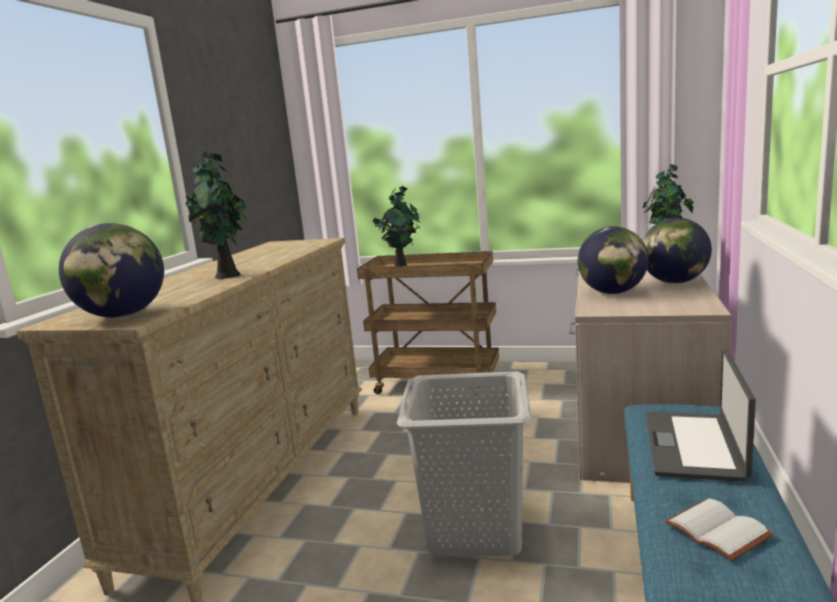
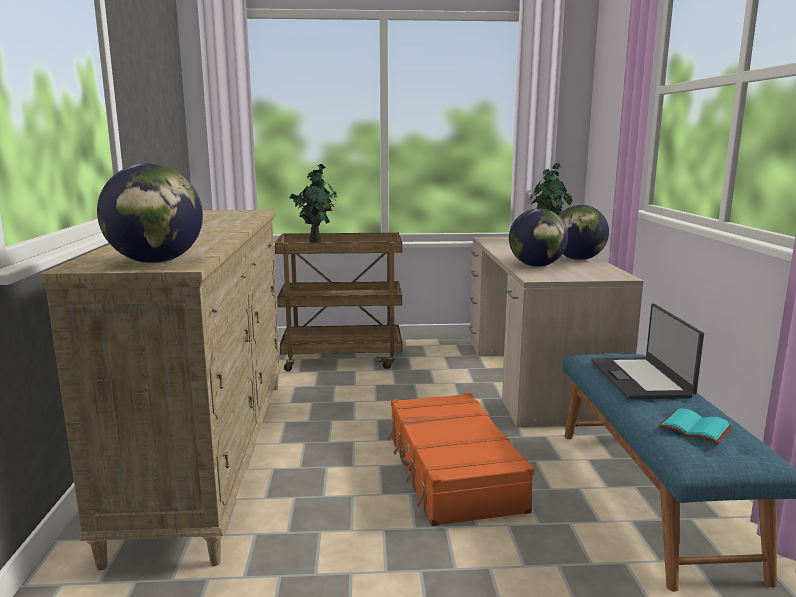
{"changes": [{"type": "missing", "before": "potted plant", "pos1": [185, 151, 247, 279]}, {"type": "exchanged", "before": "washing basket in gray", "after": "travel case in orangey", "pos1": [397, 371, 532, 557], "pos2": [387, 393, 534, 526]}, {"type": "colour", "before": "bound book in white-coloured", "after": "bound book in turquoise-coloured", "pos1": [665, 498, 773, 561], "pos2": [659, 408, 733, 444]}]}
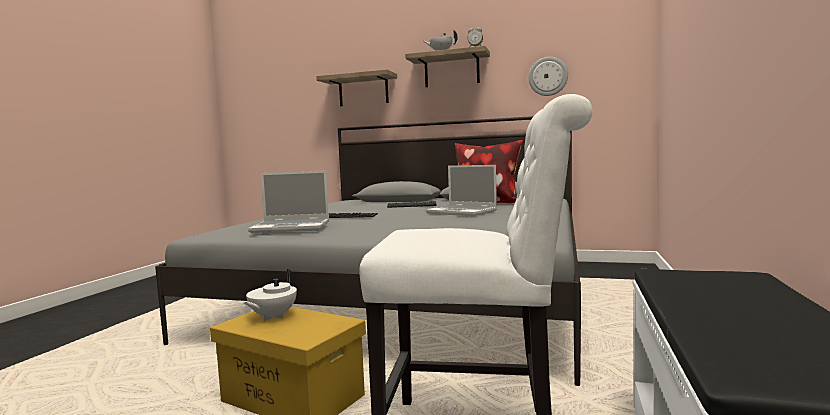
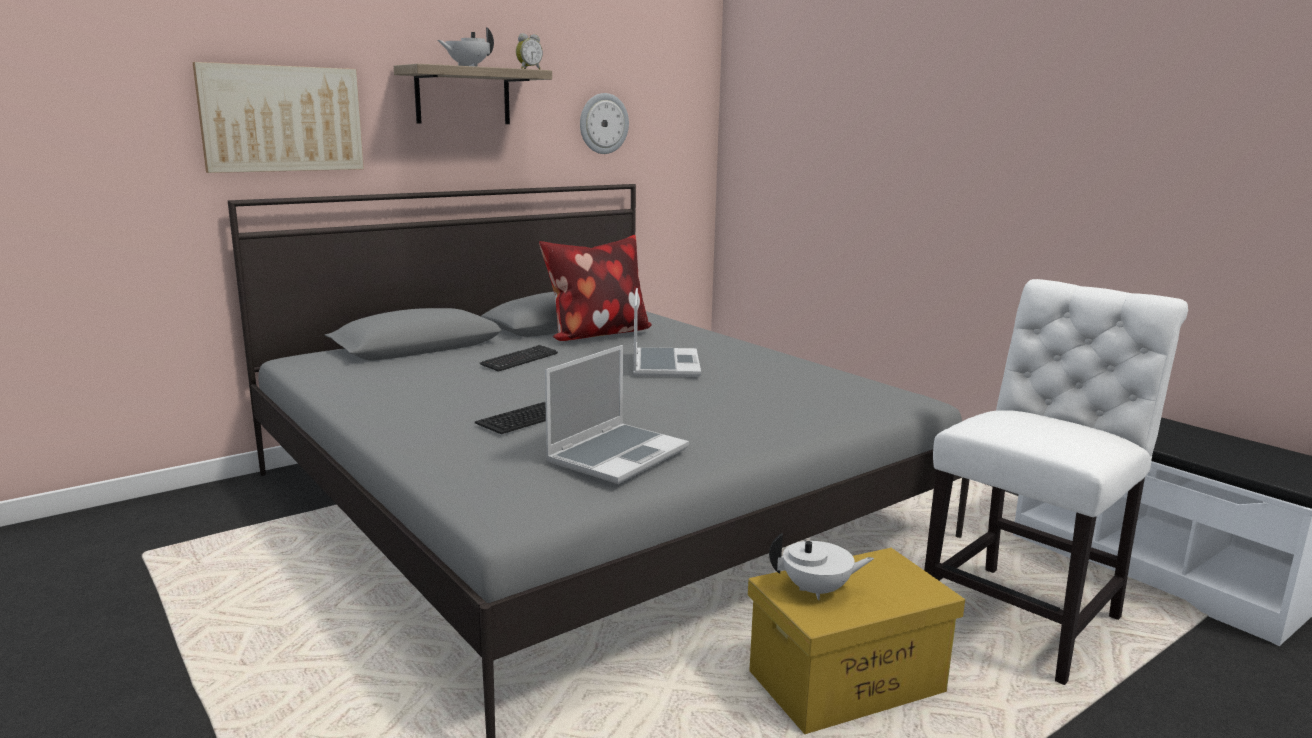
{"changes": [{"type": "exchanged", "before": "wall shelf", "after": "wall art", "pos1": [316, 69, 397, 106], "pos2": [192, 62, 364, 173]}, {"type": "spun", "before": "notebook computer", "pos1": [425, 165, 497, 216], "pos2": [634, 288, 701, 377], "turn": -75}, {"type": "spun", "before": "pot for tea in white-coloured", "pos1": [244, 269, 297, 321], "pos2": [769, 533, 874, 600], "turn": -60}]}
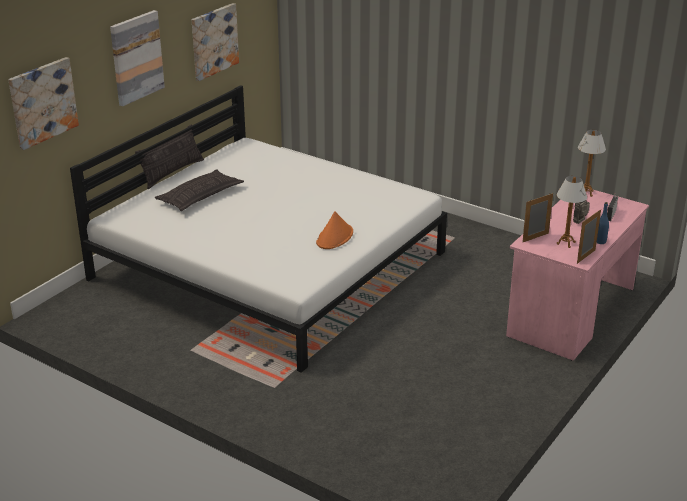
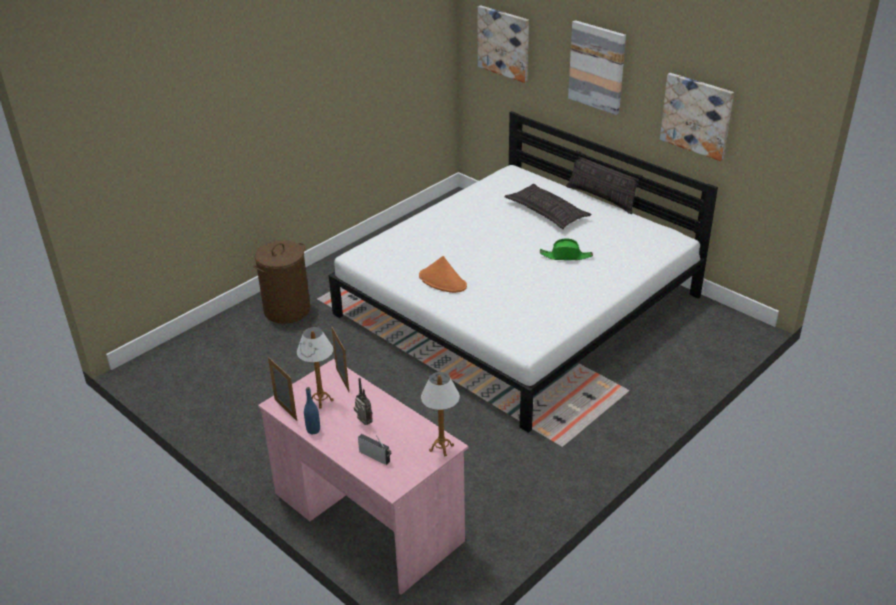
{"changes": [{"type": "appeared", "after": "clothing hat in green", "pos2": [540, 238, 593, 260]}, {"type": "appeared", "after": "washing basket in brown", "pos2": [253, 240, 310, 324]}]}
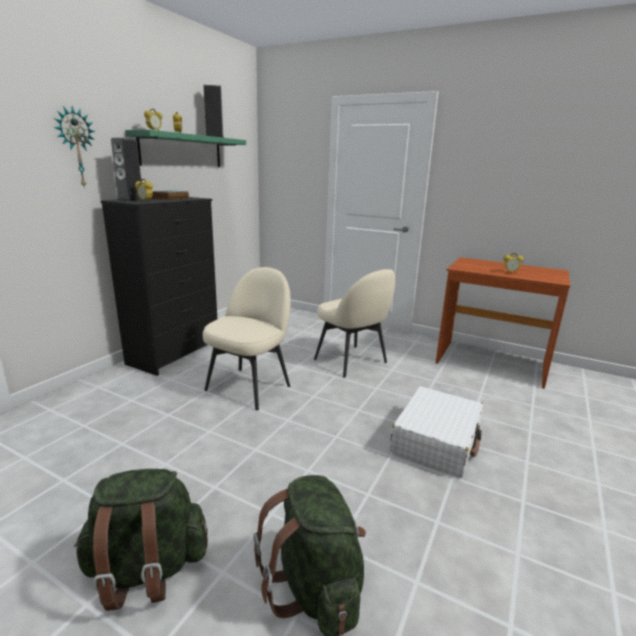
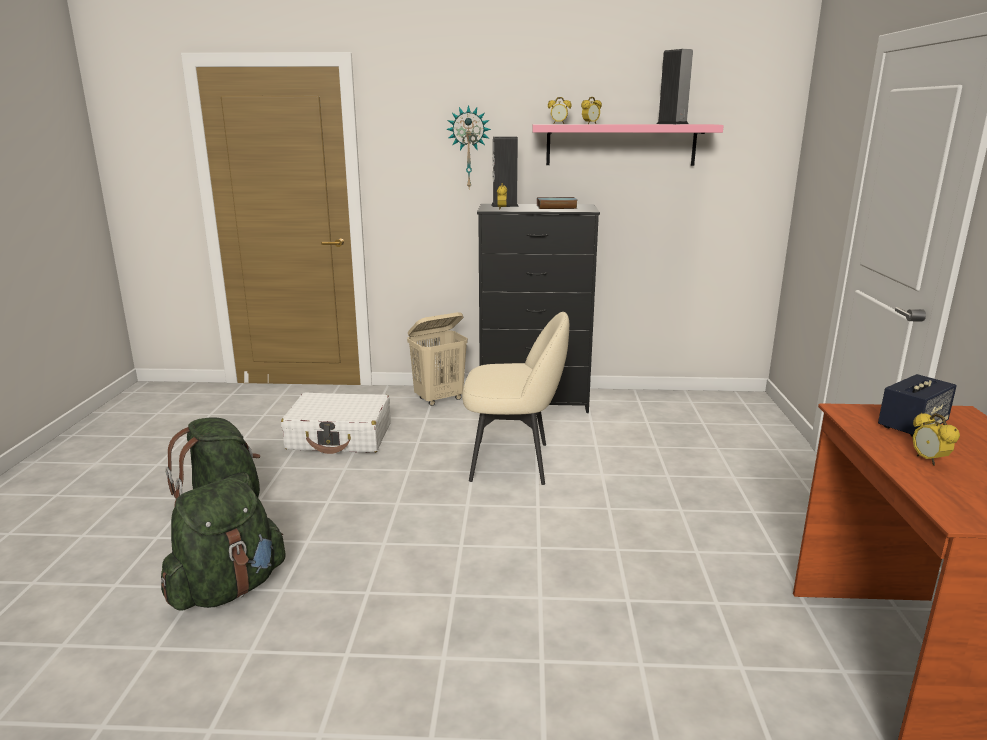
{"changes": [{"type": "colour", "before": "wall shelf in green", "after": "wall shelf in pink", "pos1": [125, 130, 246, 167], "pos2": [532, 124, 724, 166]}, {"type": "missing", "before": "plain chair in beige-coloured", "pos1": [314, 269, 395, 378]}, {"type": "relocated", "before": "travel case in white-coloured", "pos1": [390, 386, 484, 477], "pos2": [281, 392, 391, 454]}, {"type": "appeared", "after": "washing basket in beige-coloured", "pos2": [407, 312, 468, 406]}, {"type": "appeared", "after": "loudspeaker", "pos2": [878, 374, 957, 437]}]}
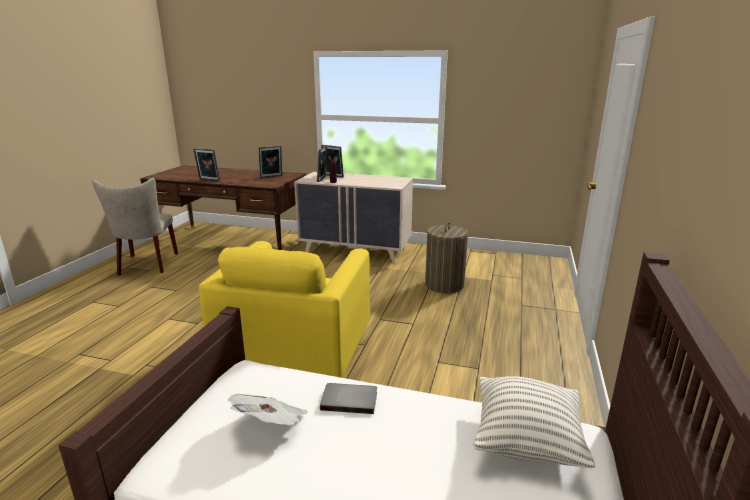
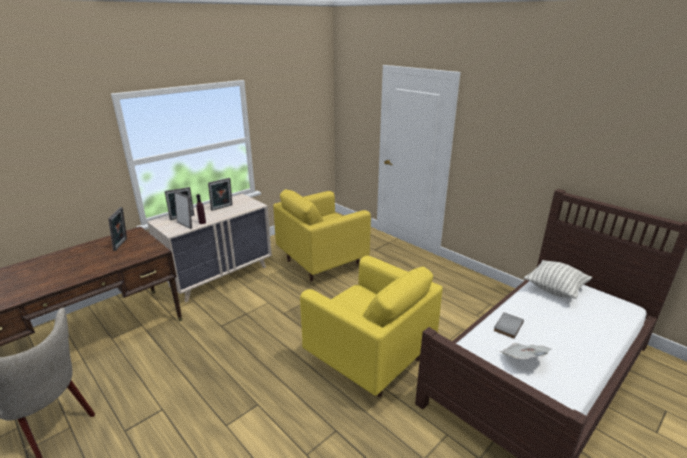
{"changes": [{"type": "relocated", "before": "picture frame", "pos1": [193, 148, 220, 181], "pos2": [208, 178, 232, 211]}, {"type": "exchanged", "before": "washing basket", "after": "lounge chair in yellowish", "pos1": [425, 222, 468, 293], "pos2": [273, 189, 371, 282]}]}
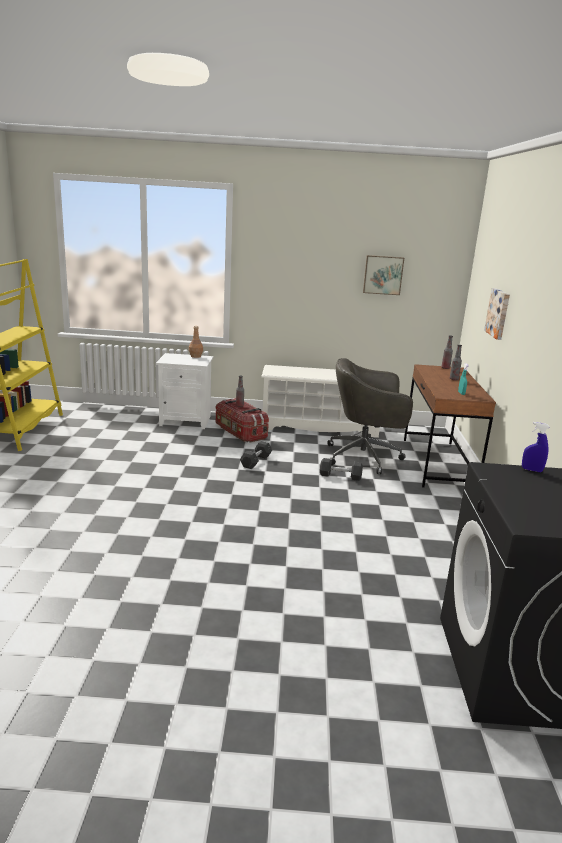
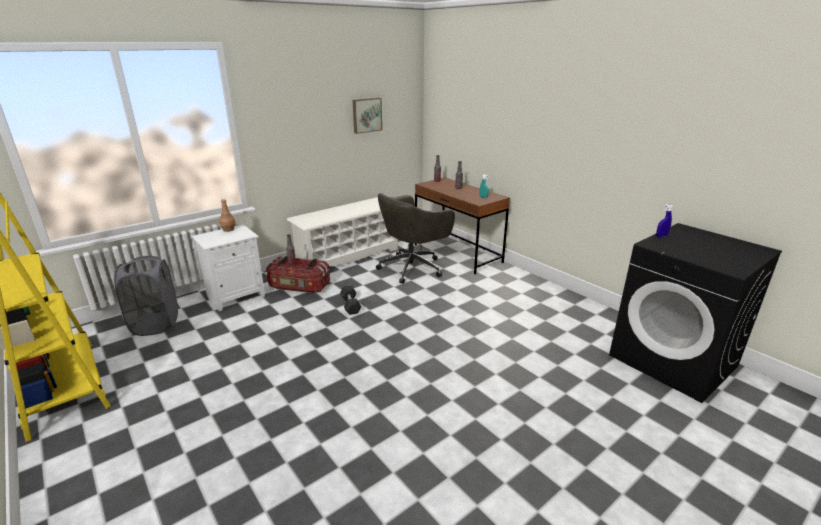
{"changes": [{"type": "missing", "before": "wall art", "pos1": [484, 288, 510, 340]}, {"type": "missing", "before": "free weight in gray", "pos1": [320, 458, 363, 481]}, {"type": "appeared", "after": "washing basket in gray", "pos2": [114, 256, 178, 336]}]}
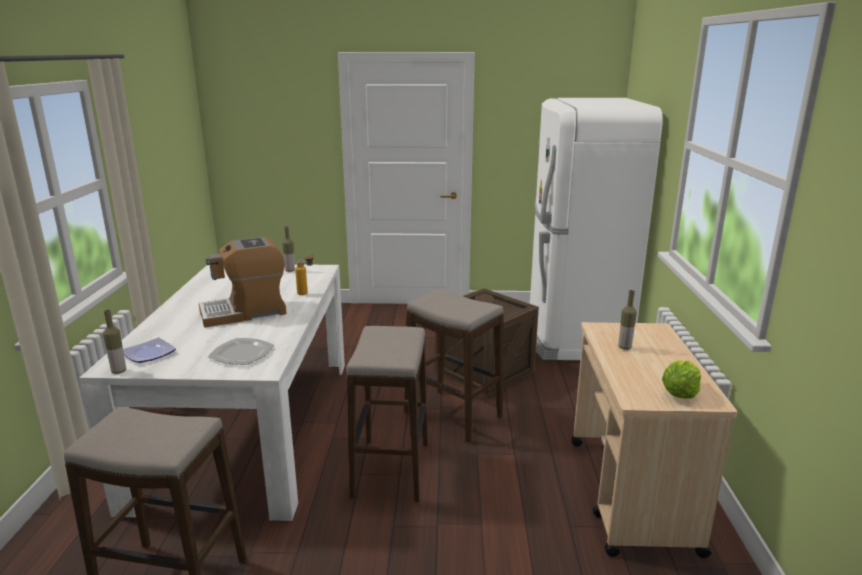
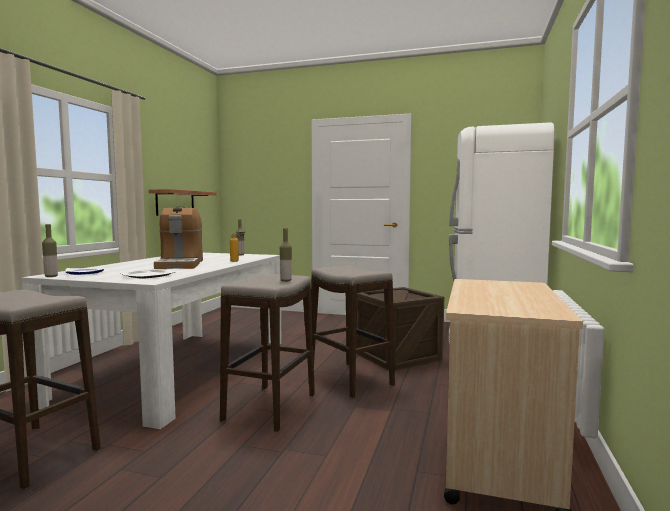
{"changes": [{"type": "spun", "before": "coffee machine", "pos1": [199, 237, 286, 328], "pos2": [154, 206, 203, 269], "turn": -90}, {"type": "relocated", "before": "bottle", "pos1": [618, 290, 637, 350], "pos2": [280, 228, 292, 282]}, {"type": "missing", "before": "head of lettuce", "pos1": [662, 360, 701, 399]}, {"type": "appeared", "after": "wall shelf", "pos2": [149, 189, 217, 216]}]}
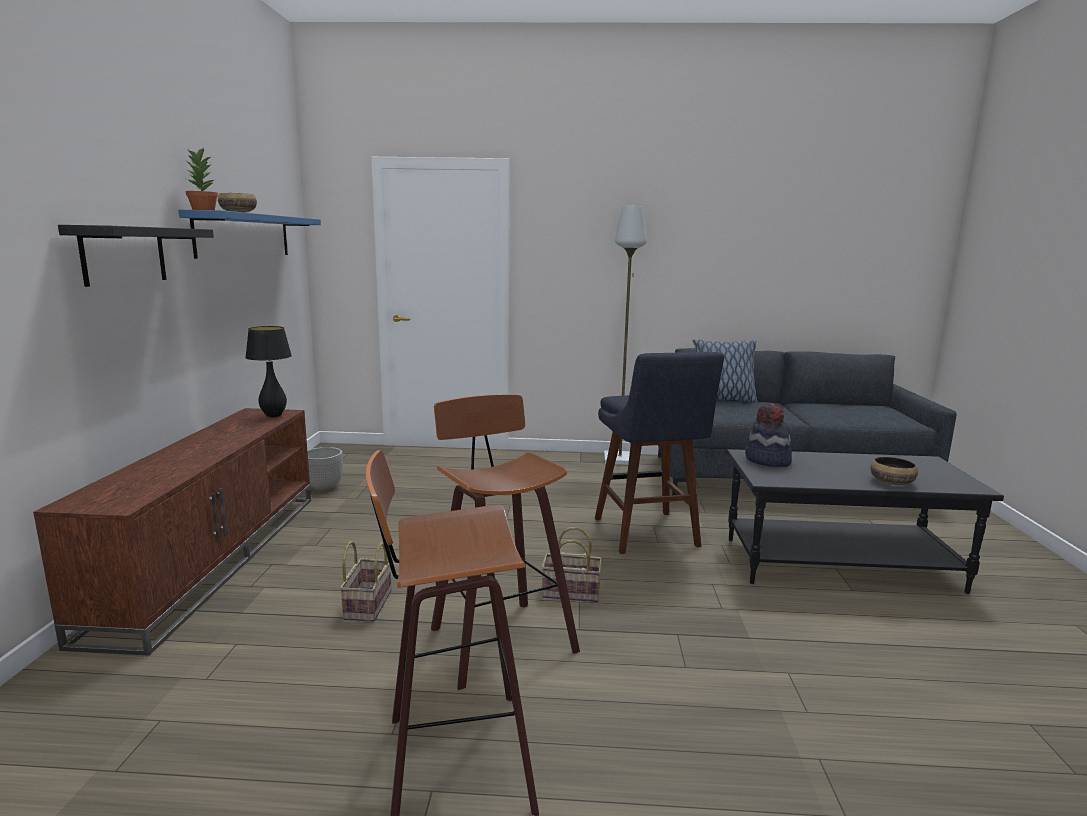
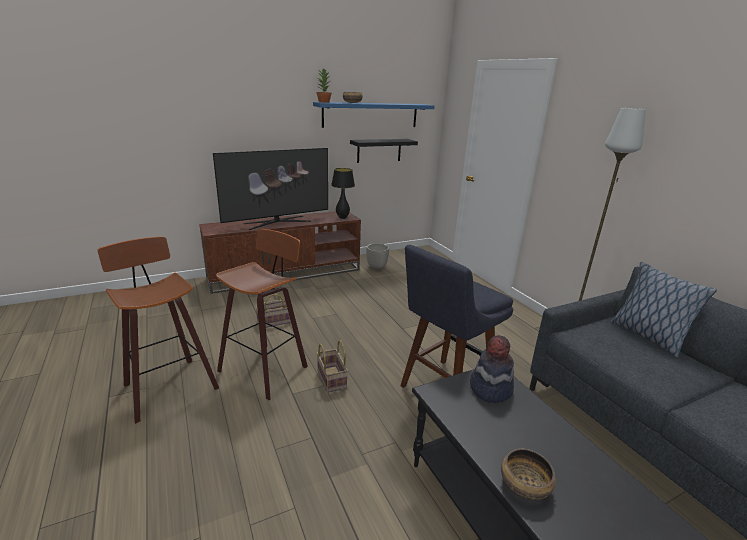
{"changes": [{"type": "relocated", "before": "wall shelf in blackish", "pos1": [58, 225, 214, 287], "pos2": [350, 139, 418, 163]}, {"type": "appeared", "after": "TV", "pos2": [213, 148, 328, 230]}]}
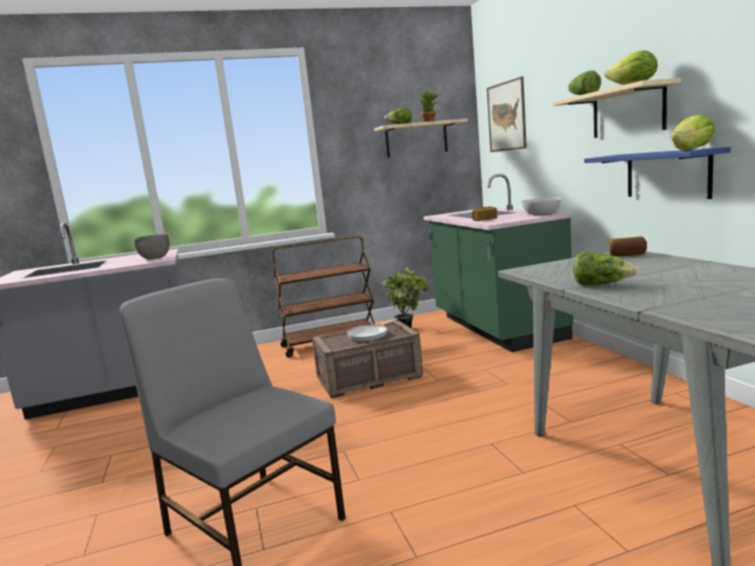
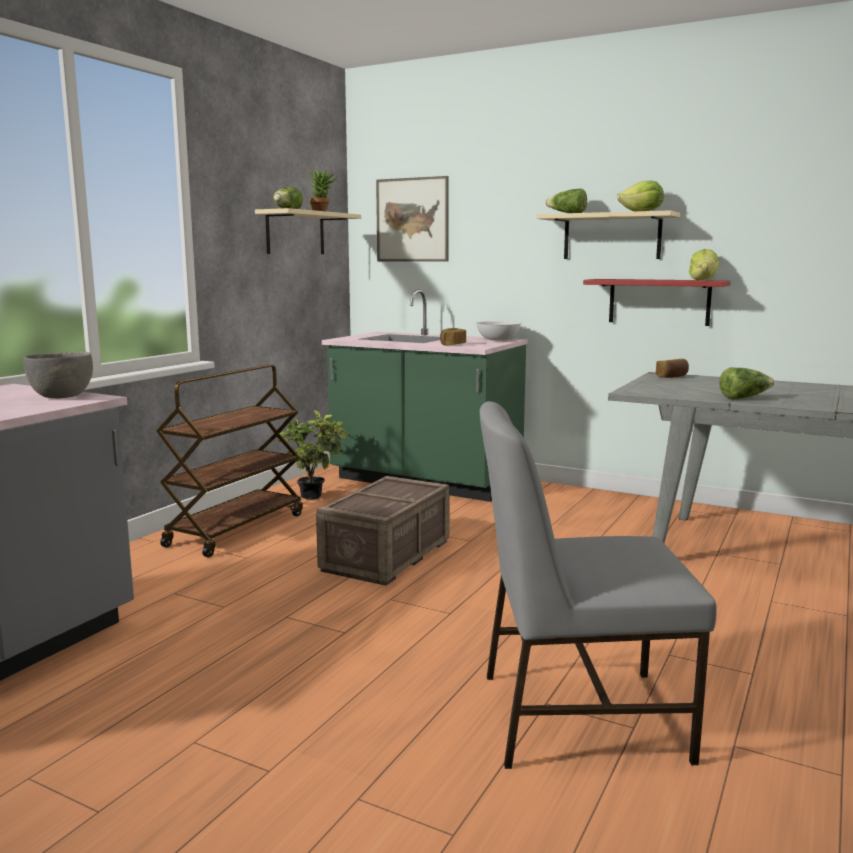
{"changes": [{"type": "colour", "before": "wall shelf in bluish", "after": "wall shelf in red-coloured", "pos1": [584, 147, 731, 199], "pos2": [583, 279, 731, 326]}, {"type": "missing", "before": "frying pan", "pos1": [347, 318, 398, 342]}]}
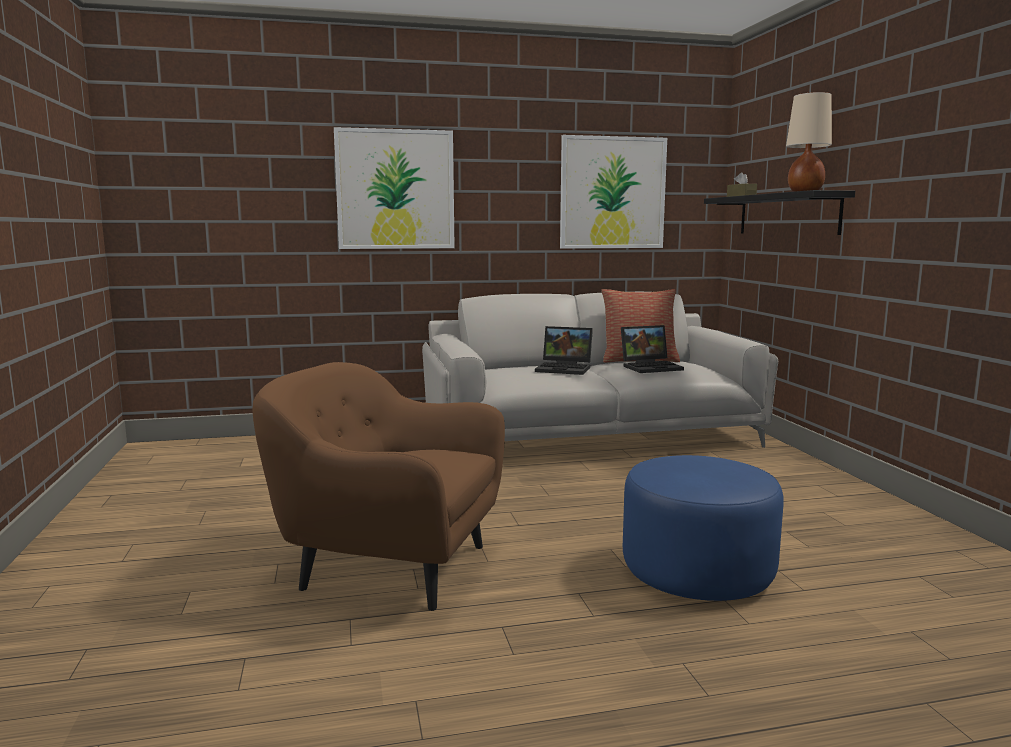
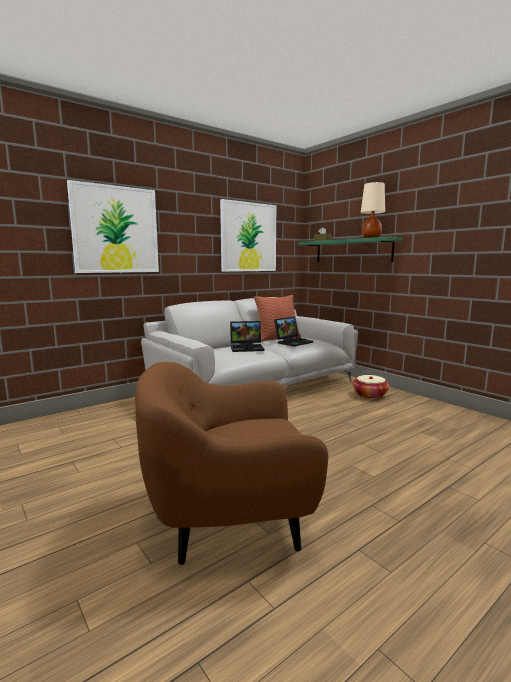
{"changes": [{"type": "colour", "before": "wall shelf in blackish", "after": "wall shelf in green", "pos1": [704, 190, 855, 235], "pos2": [298, 237, 403, 262]}, {"type": "missing", "before": "footrest in bluish", "pos1": [623, 455, 784, 601]}, {"type": "appeared", "after": "household basket", "pos2": [353, 375, 389, 399]}]}
